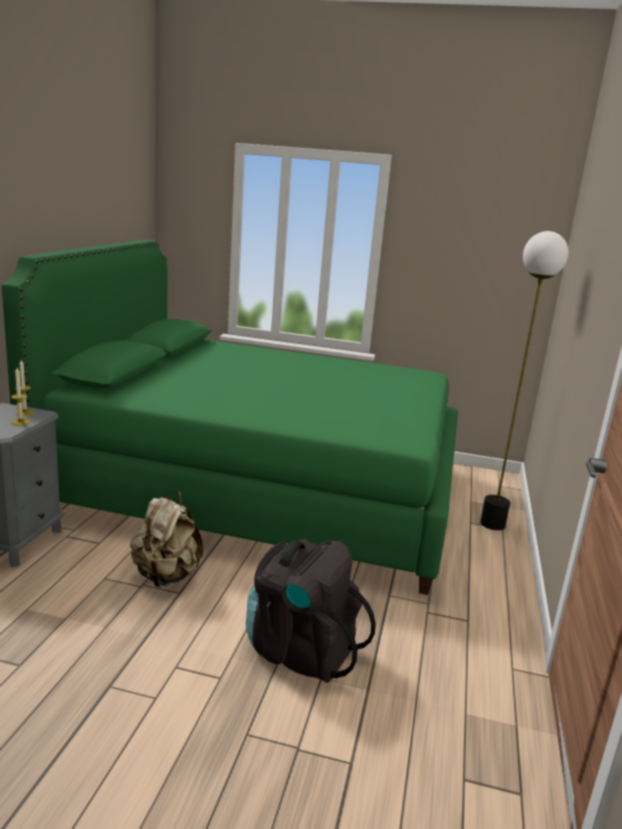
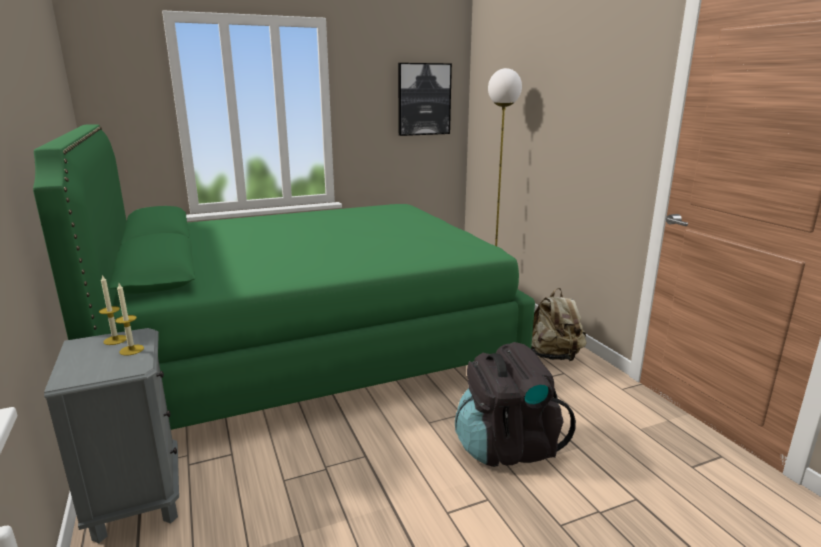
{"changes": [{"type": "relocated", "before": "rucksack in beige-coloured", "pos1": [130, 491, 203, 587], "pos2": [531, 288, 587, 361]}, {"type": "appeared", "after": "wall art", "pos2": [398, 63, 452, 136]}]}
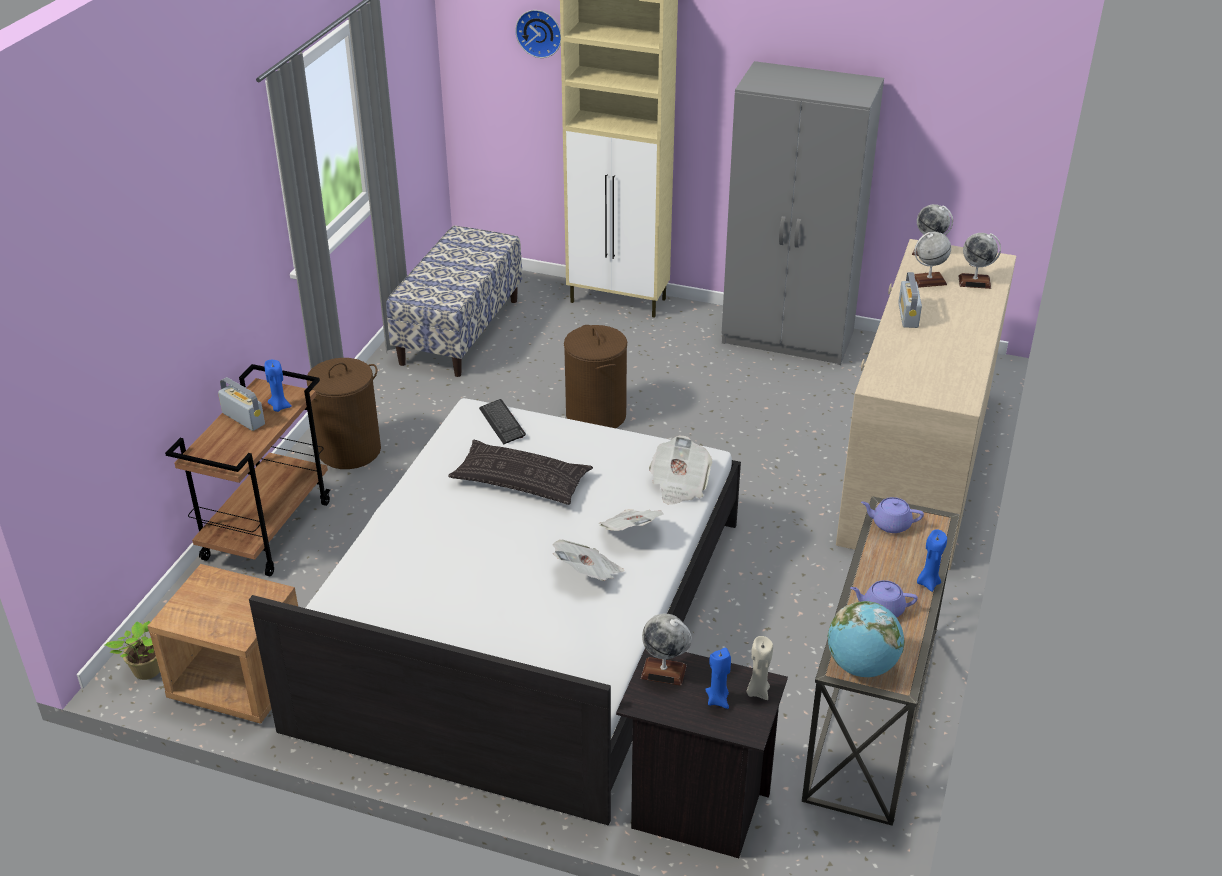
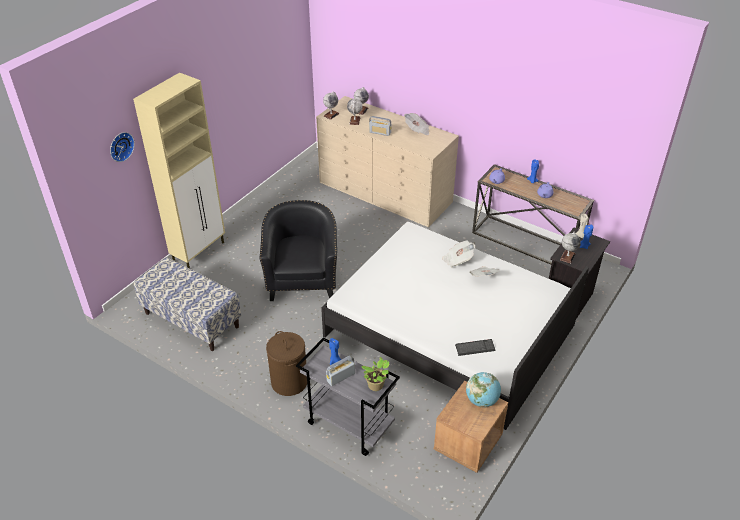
{"changes": [{"type": "missing", "before": "armoire in gray", "pos1": [722, 61, 884, 365]}, {"type": "exchanged", "before": "washing basket in brown", "after": "lounge chair in blackish", "pos1": [564, 325, 627, 428], "pos2": [260, 200, 337, 301]}, {"type": "colour", "before": "wheeled cart in brown", "after": "wheeled cart in gray", "pos1": [165, 364, 330, 576], "pos2": [296, 338, 400, 456]}, {"type": "relocated", "before": "PC keyboard", "pos1": [479, 399, 526, 445], "pos2": [455, 339, 496, 356]}, {"type": "relocated", "before": "printed paper", "pos1": [649, 436, 712, 505], "pos2": [404, 113, 429, 136]}, {"type": "missing", "before": "throw pillow", "pos1": [448, 440, 593, 505]}, {"type": "relocated", "before": "desk globe", "pos1": [828, 601, 904, 677], "pos2": [466, 372, 501, 407]}, {"type": "relocated", "before": "potted plant", "pos1": [105, 621, 160, 680], "pos2": [361, 357, 389, 391]}]}
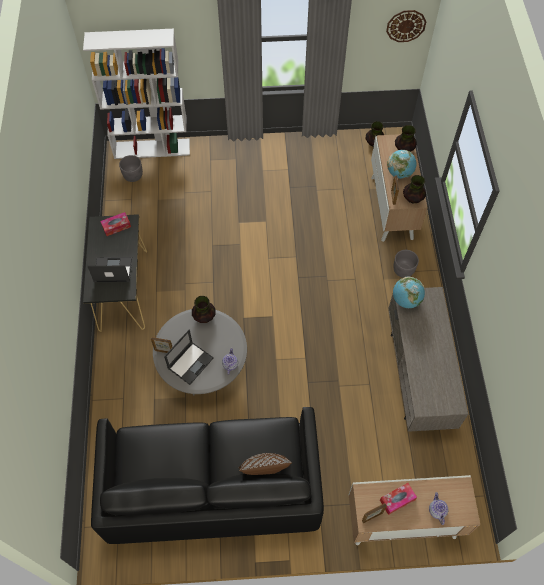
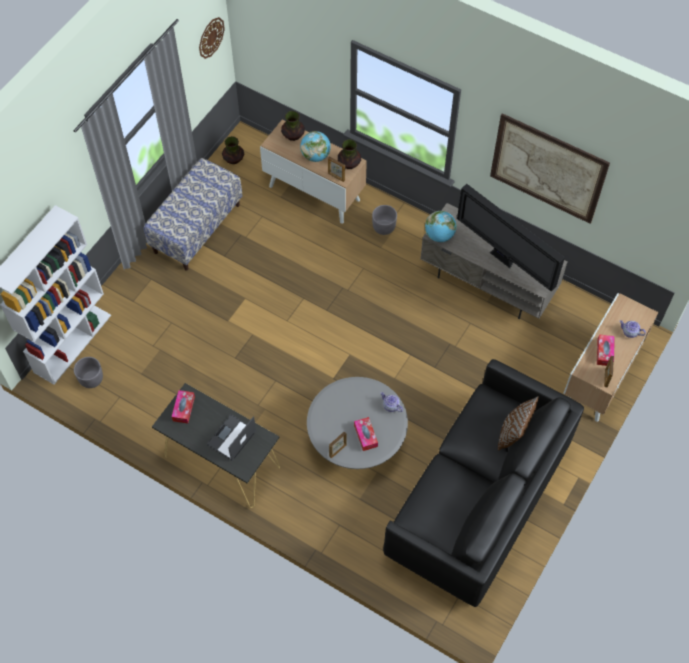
{"changes": [{"type": "missing", "before": "decorative vase", "pos1": [192, 296, 216, 323]}, {"type": "exchanged", "before": "notebook computer", "after": "tissue holder", "pos1": [164, 329, 214, 385], "pos2": [354, 417, 378, 451]}, {"type": "appeared", "after": "wall art", "pos2": [490, 113, 610, 224]}, {"type": "appeared", "after": "indoor bench", "pos2": [144, 158, 243, 271]}, {"type": "appeared", "after": "TV", "pos2": [457, 184, 565, 291]}]}
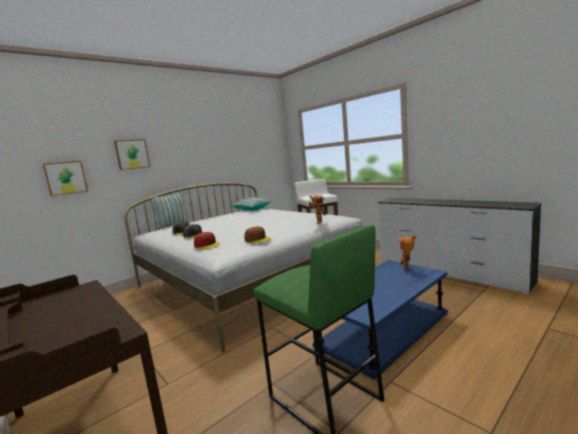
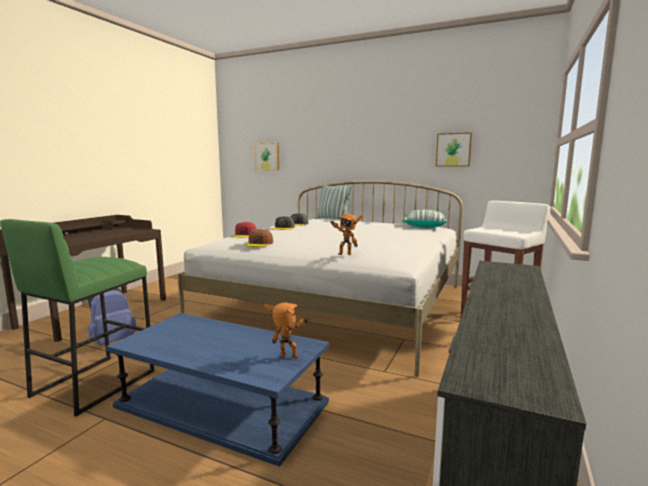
{"changes": [{"type": "relocated", "before": "wall art", "pos1": [114, 139, 150, 170], "pos2": [436, 132, 472, 166]}, {"type": "appeared", "after": "rucksack in bluish", "pos2": [87, 288, 136, 345]}]}
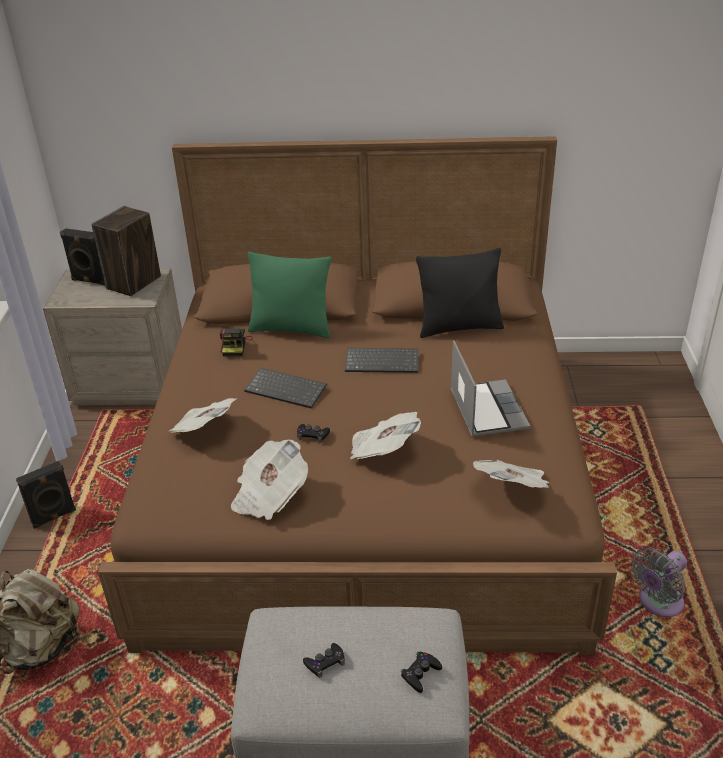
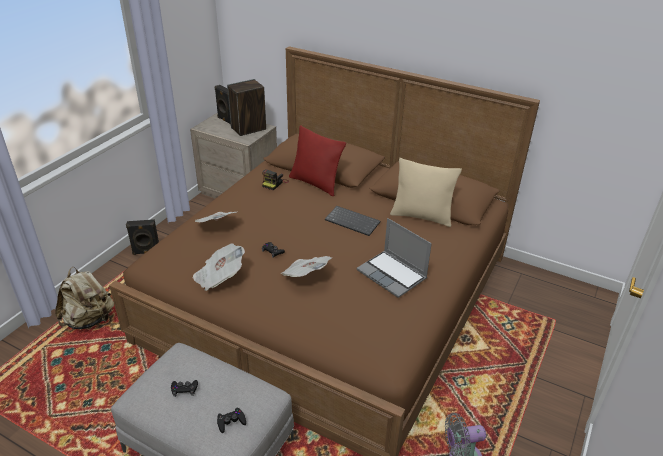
{"changes": [{"type": "colour", "before": "throw pillow in blackish", "after": "throw pillow in beige-coloured", "pos1": [416, 248, 504, 338], "pos2": [390, 158, 462, 227]}, {"type": "colour", "before": "throw pillow in green", "after": "throw pillow in red-coloured", "pos1": [248, 252, 332, 338], "pos2": [289, 125, 346, 197]}, {"type": "spun", "before": "notebook computer", "pos1": [451, 340, 530, 437], "pos2": [357, 218, 432, 298], "turn": 120}, {"type": "missing", "before": "PC keyboard", "pos1": [244, 368, 327, 409]}, {"type": "missing", "before": "printed paper", "pos1": [473, 460, 549, 488]}]}
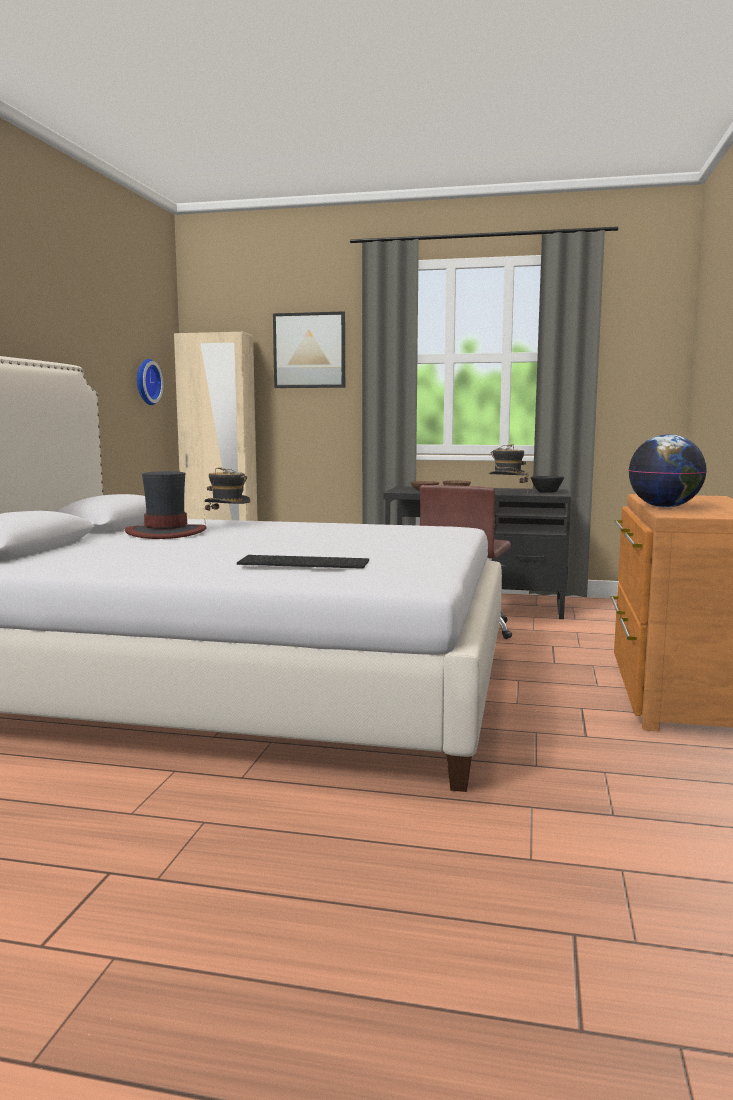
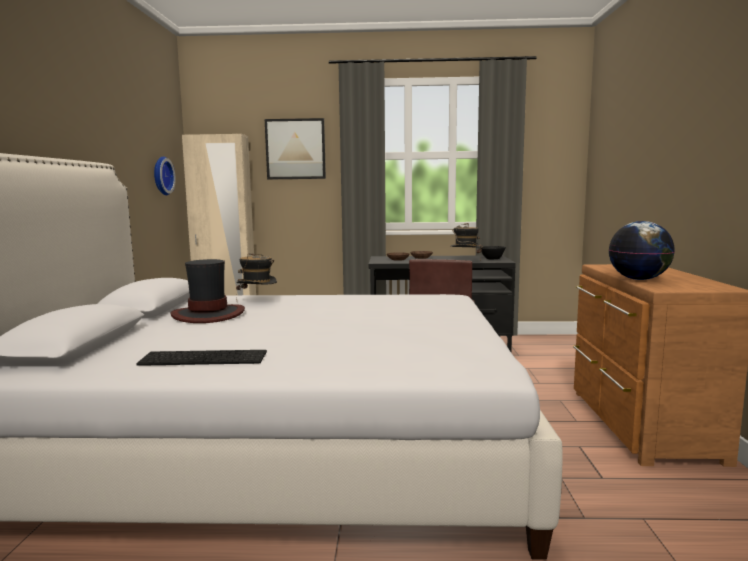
{"changes": [{"type": "relocated", "before": "PC keyboard", "pos1": [237, 555, 369, 569], "pos2": [136, 350, 267, 366]}]}
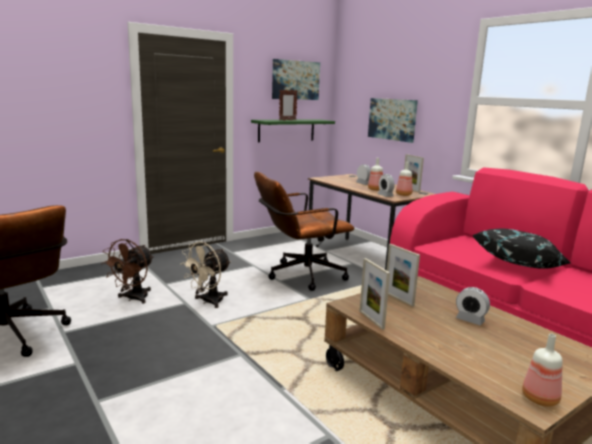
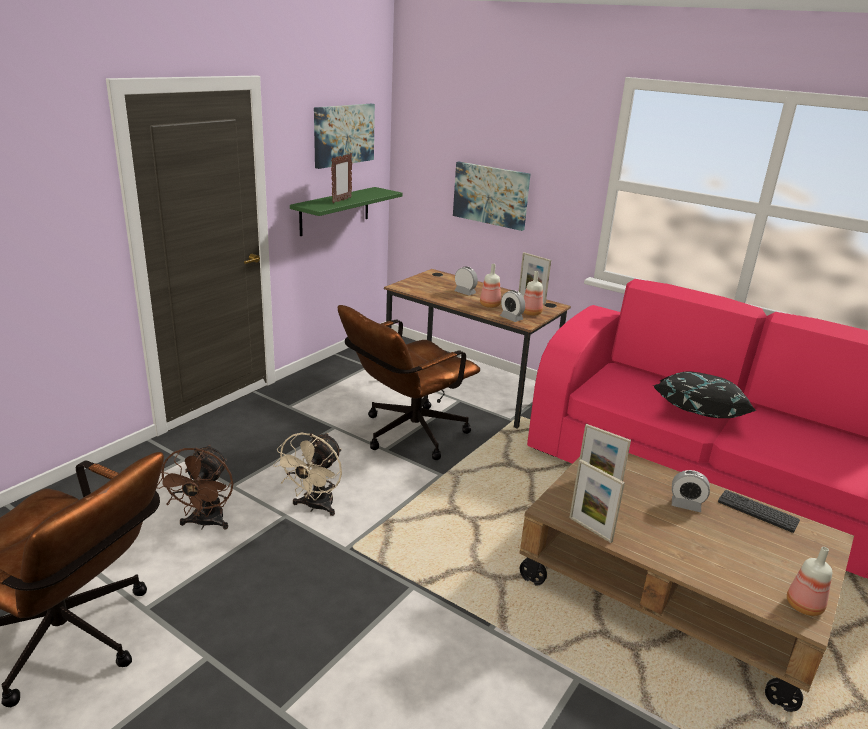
{"changes": [{"type": "appeared", "after": "PC keyboard", "pos2": [718, 490, 800, 533]}]}
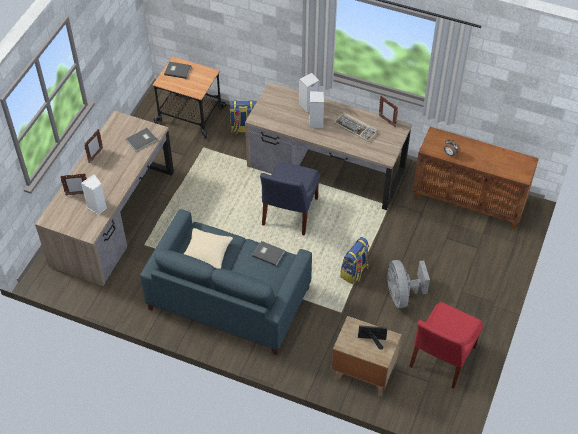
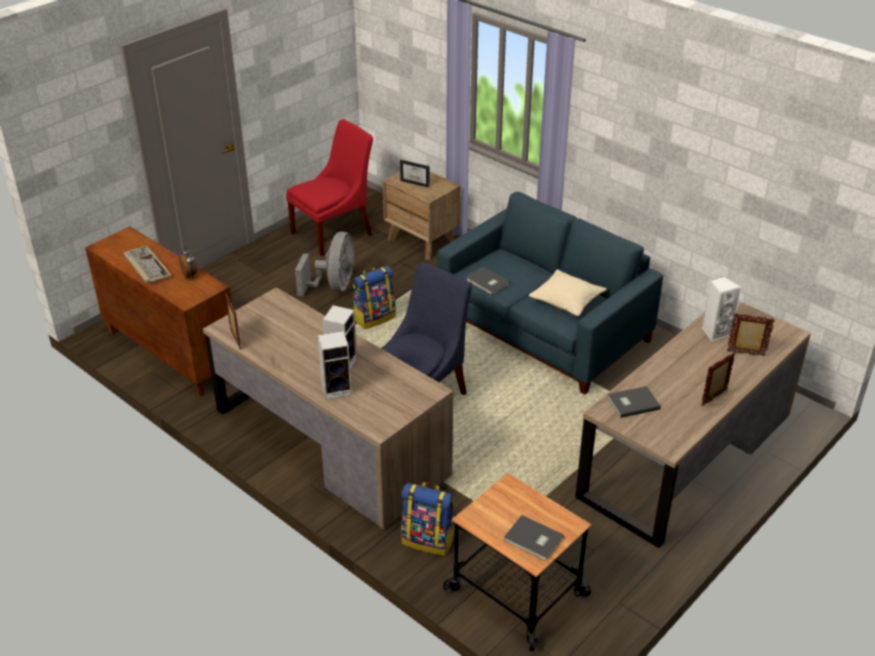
{"changes": [{"type": "relocated", "before": "PC keyboard", "pos1": [333, 112, 378, 142], "pos2": [123, 246, 172, 284]}]}
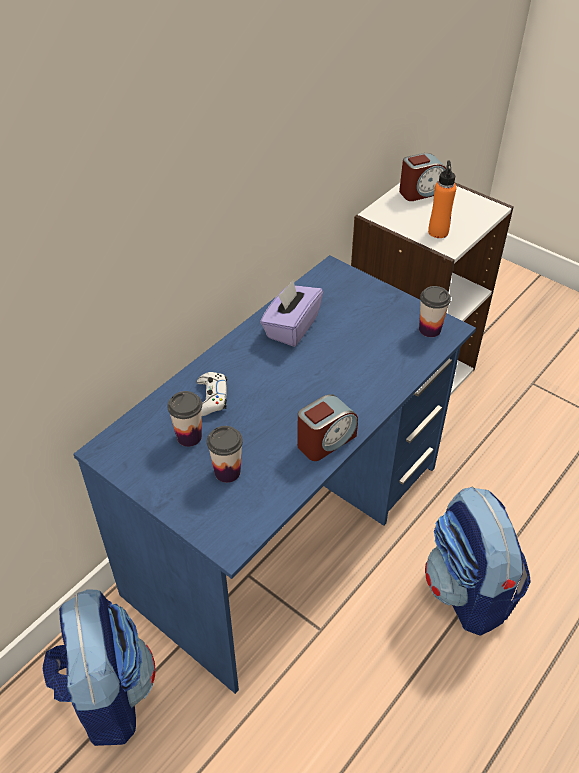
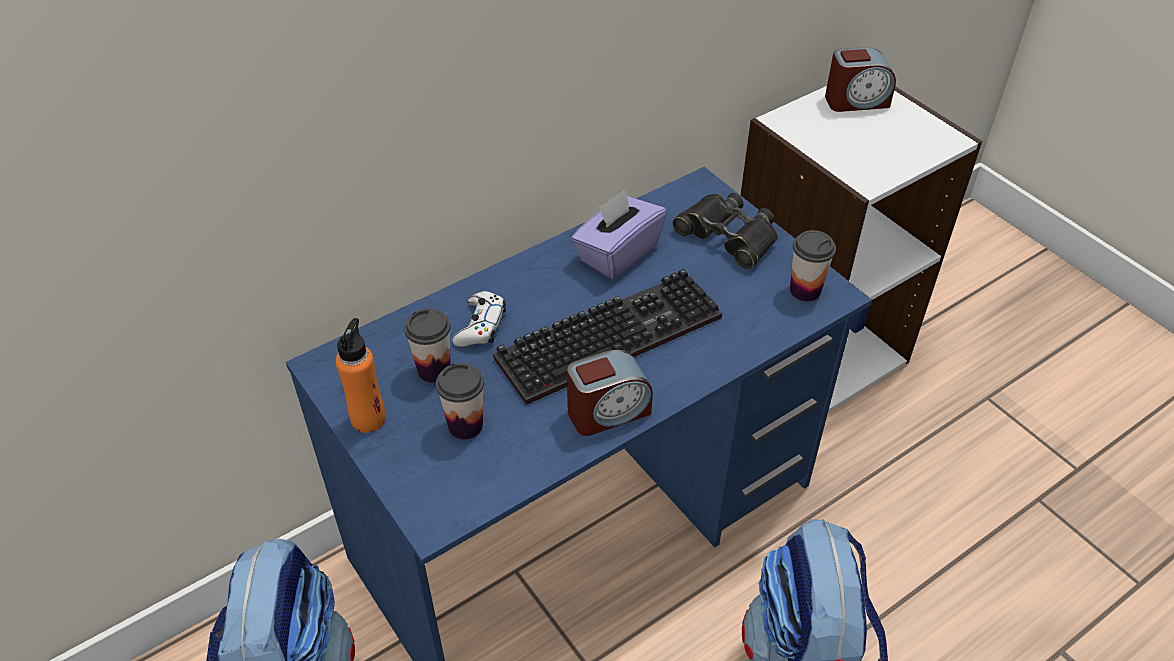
{"changes": [{"type": "relocated", "before": "bottle in orangey", "pos1": [428, 160, 456, 238], "pos2": [336, 318, 386, 433]}, {"type": "appeared", "after": "pair of binoculars in blackish", "pos2": [672, 193, 778, 269]}, {"type": "appeared", "after": "PC keyboard", "pos2": [493, 269, 722, 405]}]}
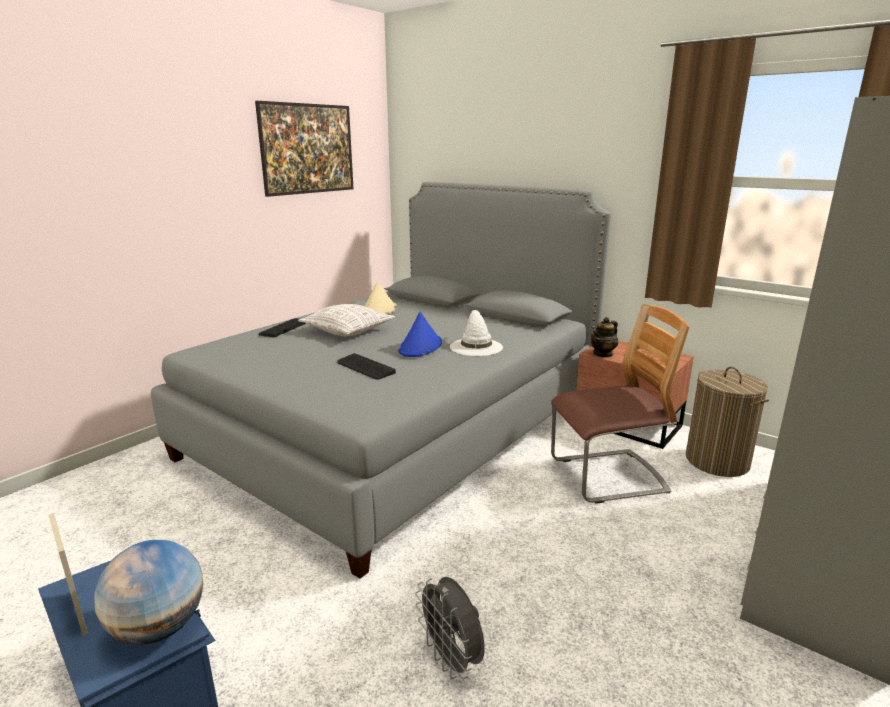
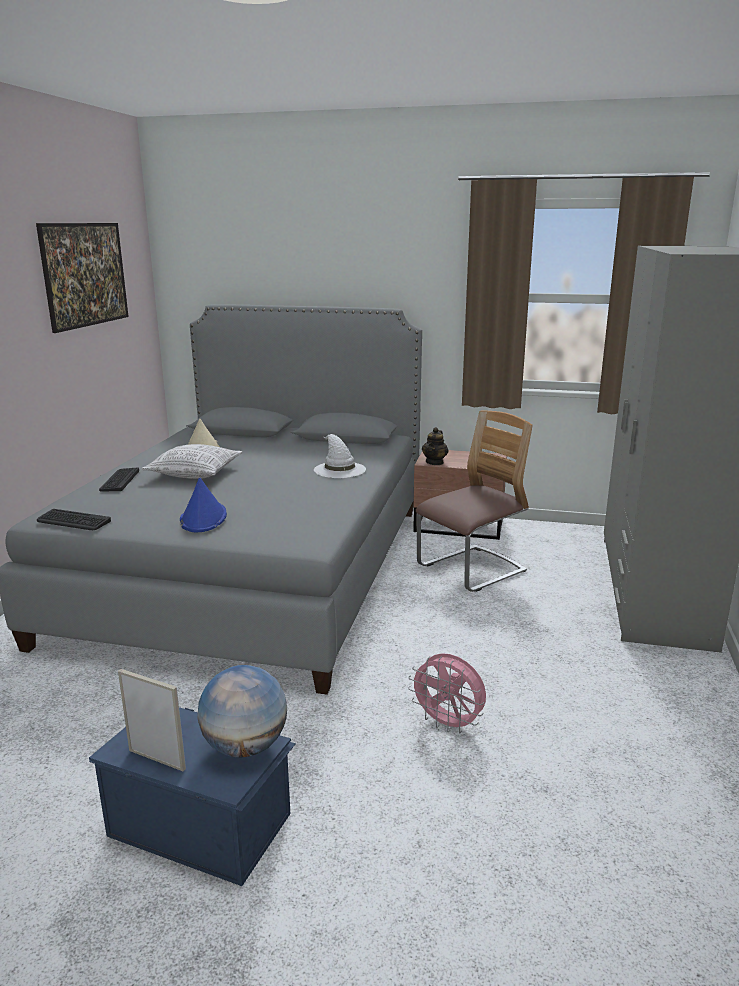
{"changes": [{"type": "relocated", "before": "clothing hat in bluish", "pos1": [398, 312, 442, 357], "pos2": [180, 477, 227, 532]}, {"type": "relocated", "before": "PC keyboard", "pos1": [337, 353, 396, 379], "pos2": [37, 509, 111, 530]}, {"type": "missing", "before": "washing basket", "pos1": [686, 367, 769, 477]}, {"type": "colour", "before": "electric fan in gray", "after": "electric fan in pink", "pos1": [415, 577, 485, 679], "pos2": [408, 653, 486, 733]}]}
